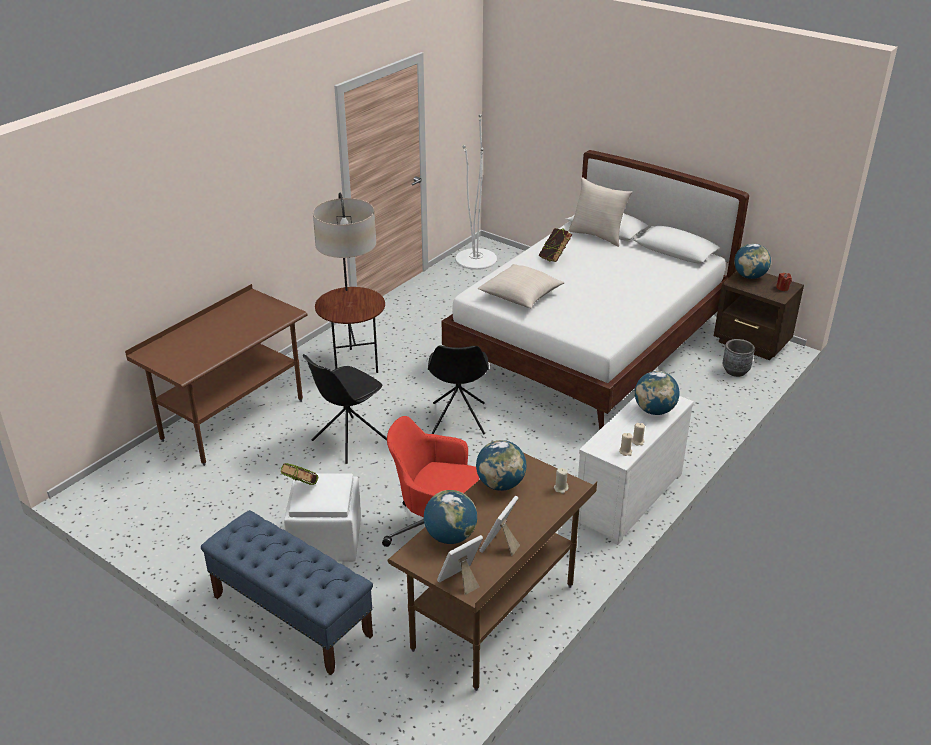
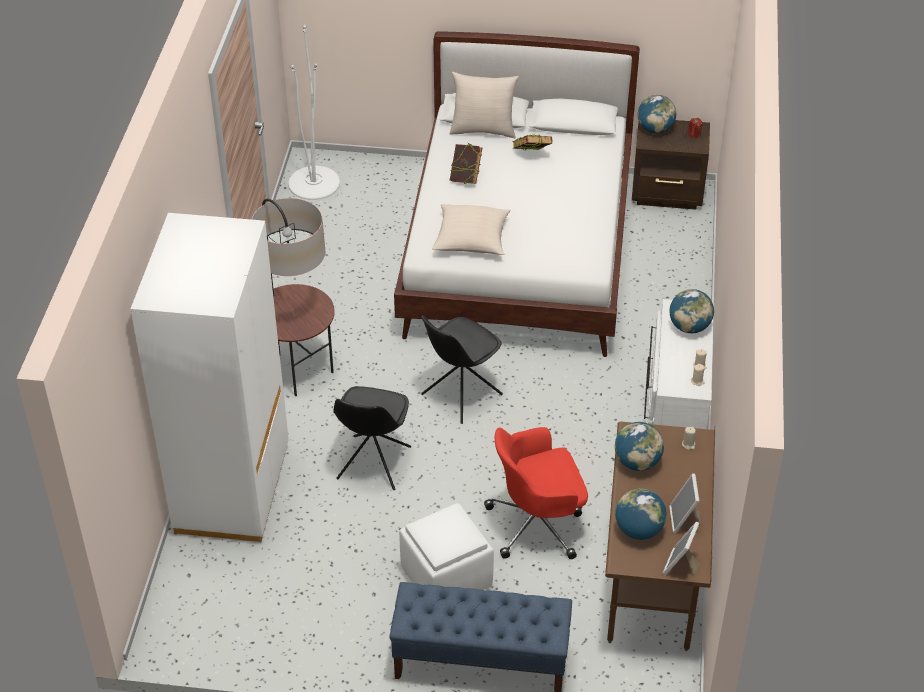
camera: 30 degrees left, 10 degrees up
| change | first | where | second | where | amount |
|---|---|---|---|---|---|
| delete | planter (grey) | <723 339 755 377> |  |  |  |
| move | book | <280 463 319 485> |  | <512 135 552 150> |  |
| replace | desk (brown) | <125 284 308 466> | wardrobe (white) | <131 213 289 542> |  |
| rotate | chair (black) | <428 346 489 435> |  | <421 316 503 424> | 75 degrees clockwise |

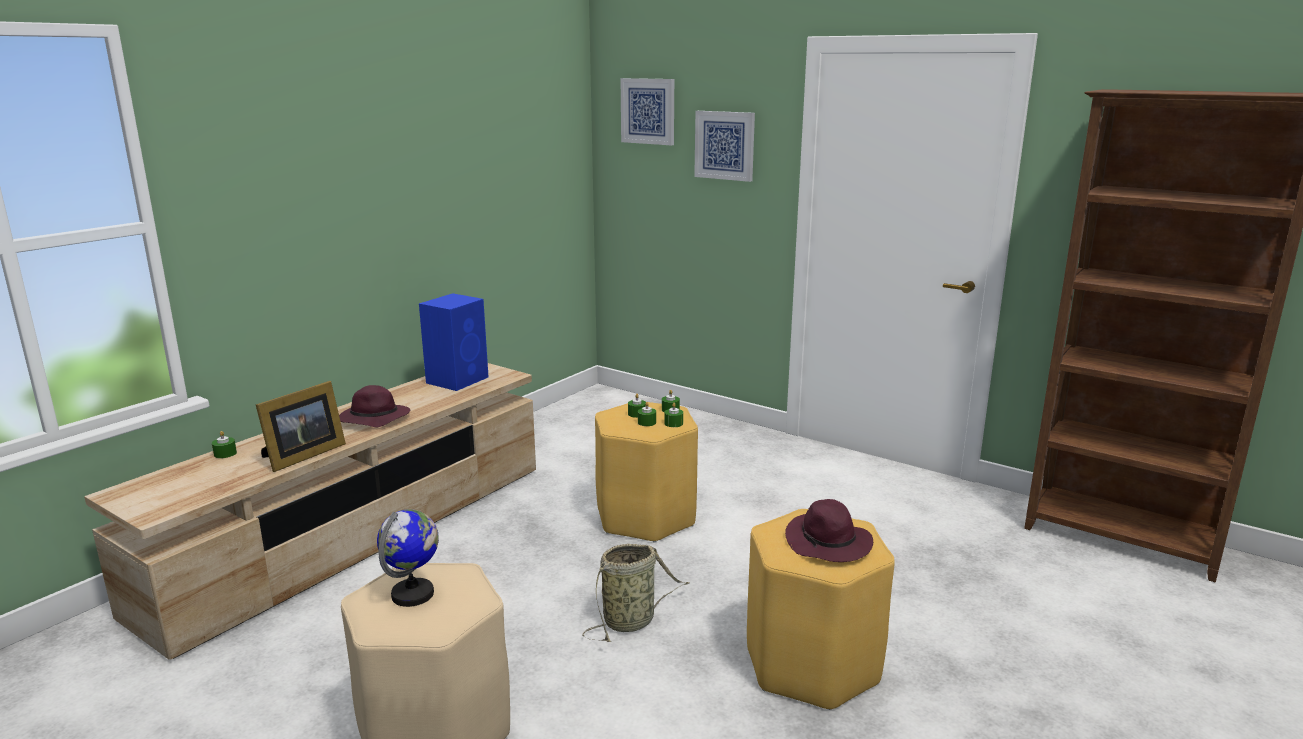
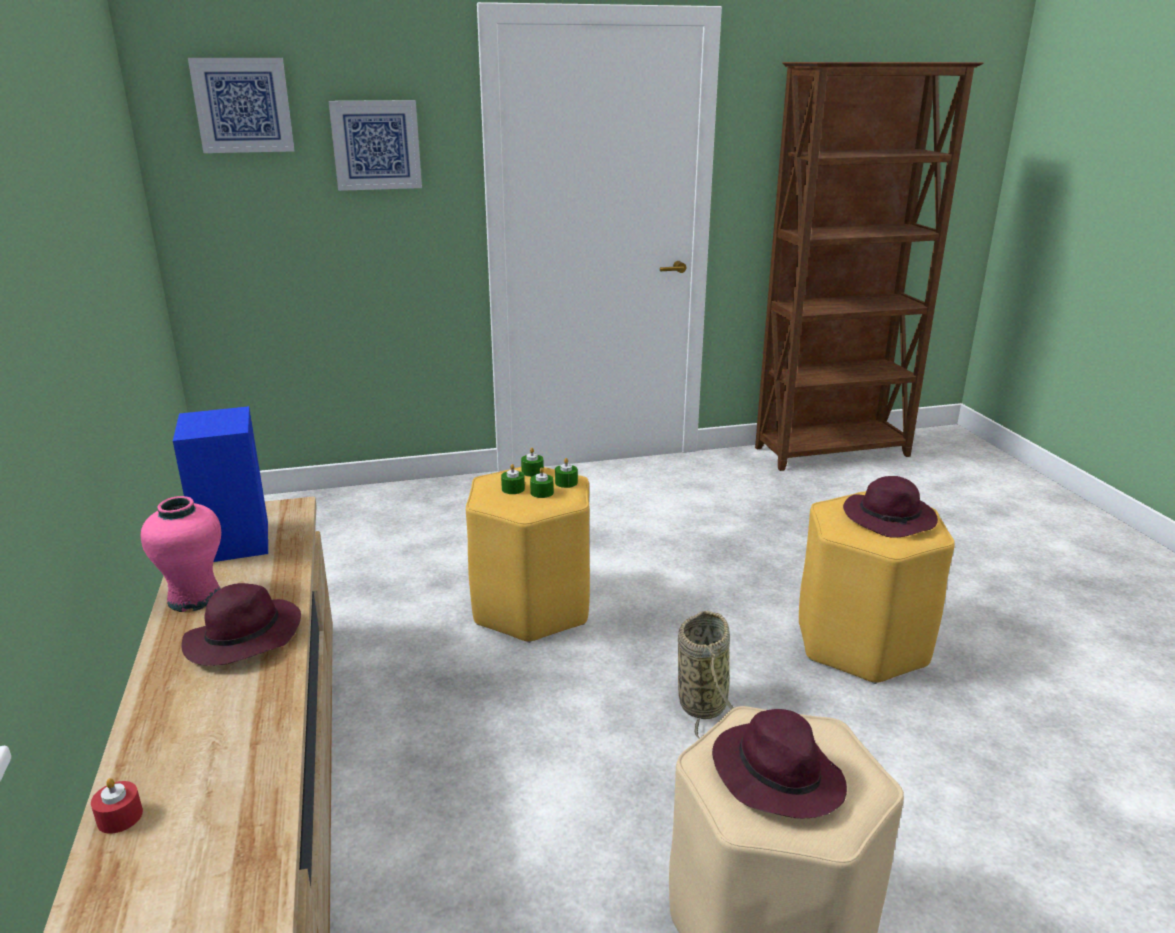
camera: 50 degrees left, 5 degrees up
| change | first | where | second | where | amount |
|---|---|---|---|---|---|
| delete | picture frame | <256 381 346 472> |  |  |  |
| insert |  |  | vase (pink) | <140 496 221 612> |  |
| replace | globe | <377 509 439 607> | hat (purple) | <712 709 847 819> |  |
| recolor | candle (green) | <212 431 237 458> | candle (red) | <91 778 143 834> |  |

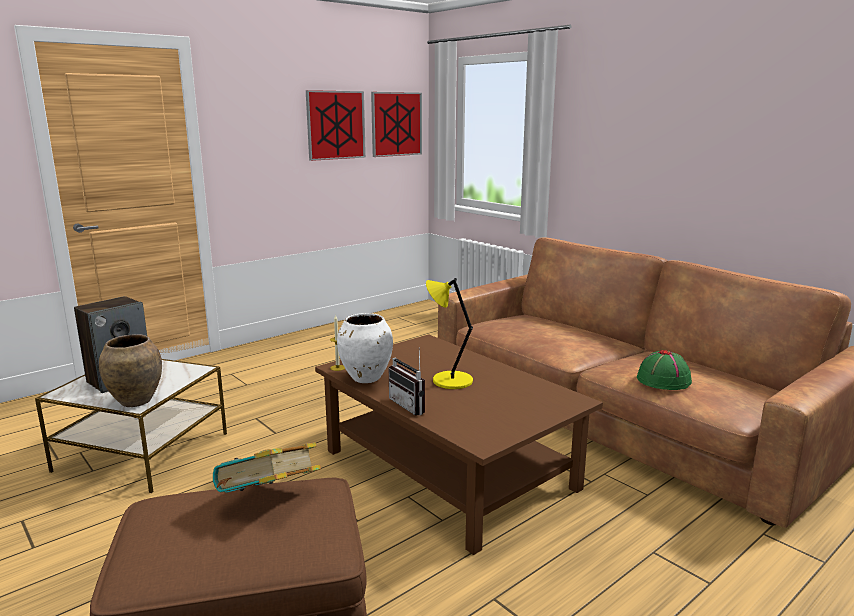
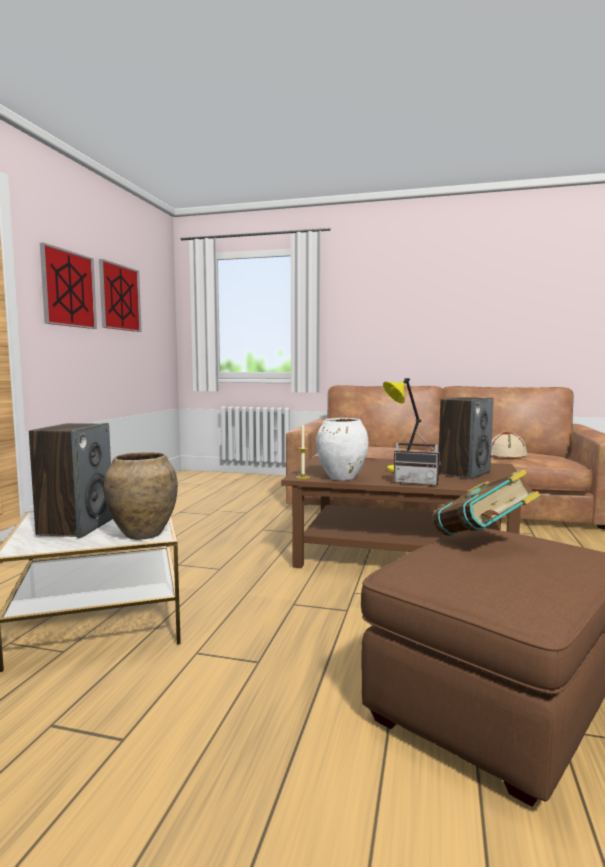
camera: 35 degrees left, 10 degrees down
| change | first | where | second | where | amount |
|---|---|---|---|---|---|
| insert |  |  | speaker | <439 397 494 479> |  |
| move | picture | <371 92 422 157> |  | <40 243 97 329> |  |
| recolor | hat (green) | <637 350 692 390> | hat (beige) | <491 432 528 457> |  |

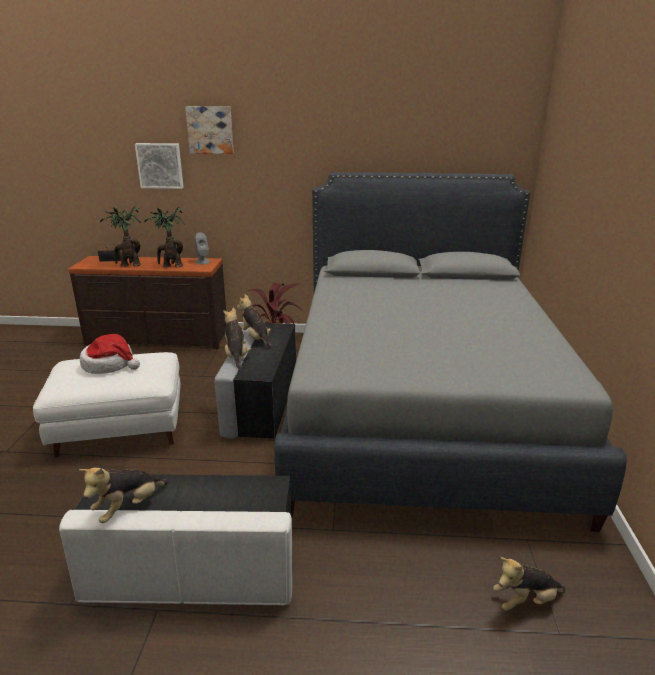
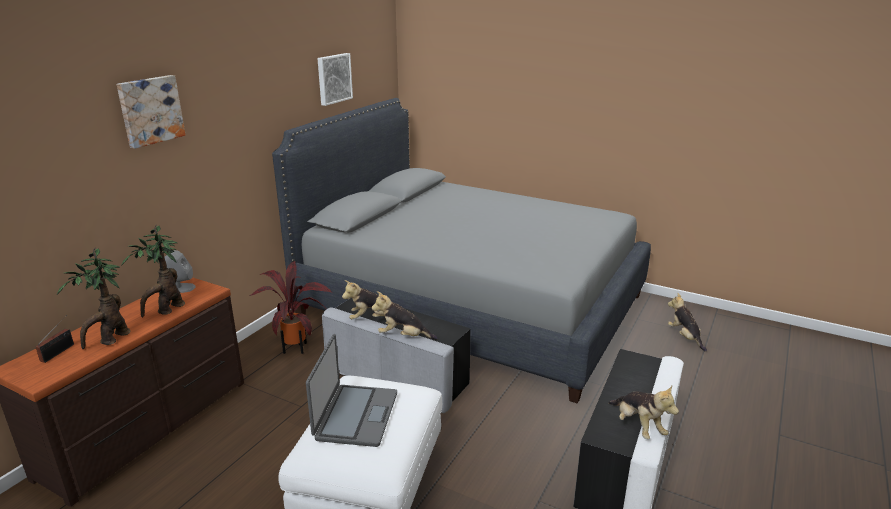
camera: 65 degrees left, 0 degrees up
| change | first | where | second | where | amount |
|---|---|---|---|---|---|
| move | picture | <135 143 184 189> |  | <317 53 353 106> |  |
| replace | hat | <80 334 140 374> | laptop | <306 334 397 447> |  |
| rotate | plush toy | <493 557 566 611> |  | <668 293 707 352> | 150 degrees clockwise |

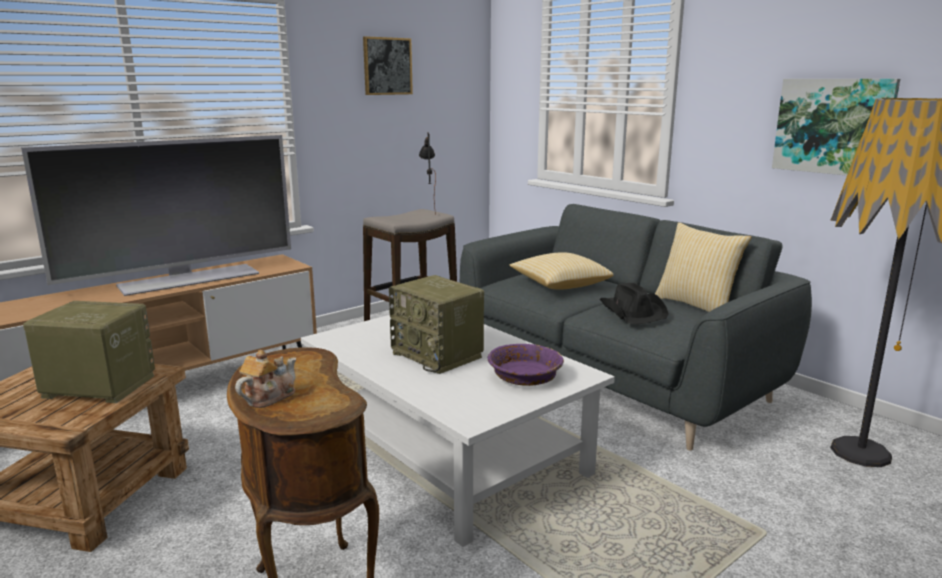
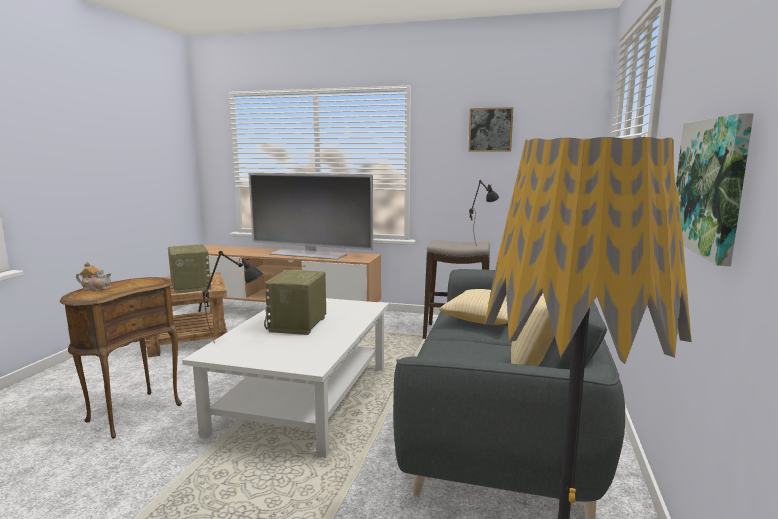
camera: 55 degrees right, 5 degrees down
| change | first | where | second | where | amount |
|---|---|---|---|---|---|
| delete | bowl (purple) | <488 344 564 386> |  |  |  |
| delete | hat (black) | <600 283 669 324> |  |  |  |
| insert |  |  | table lamp (black) | <202 251 263 343> |  |

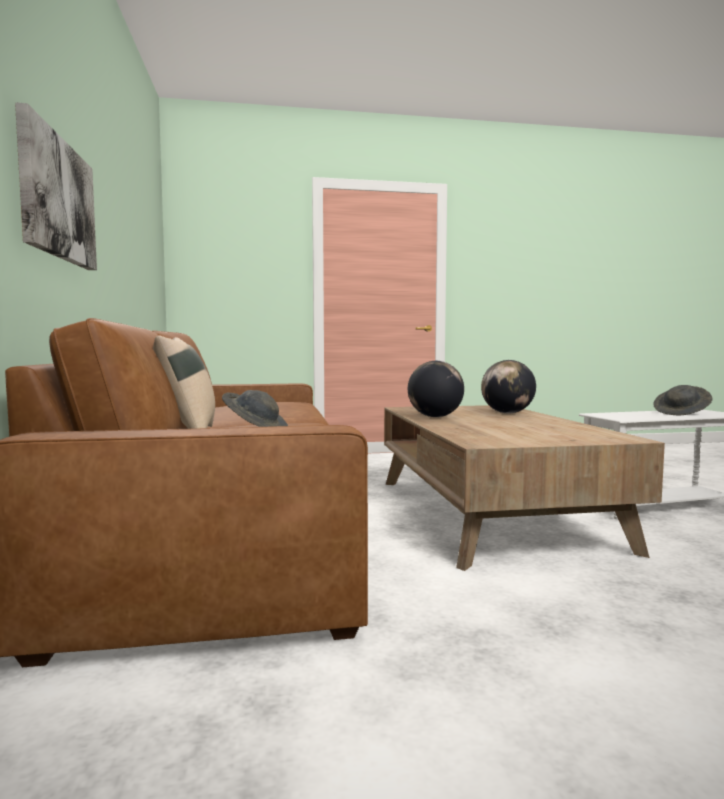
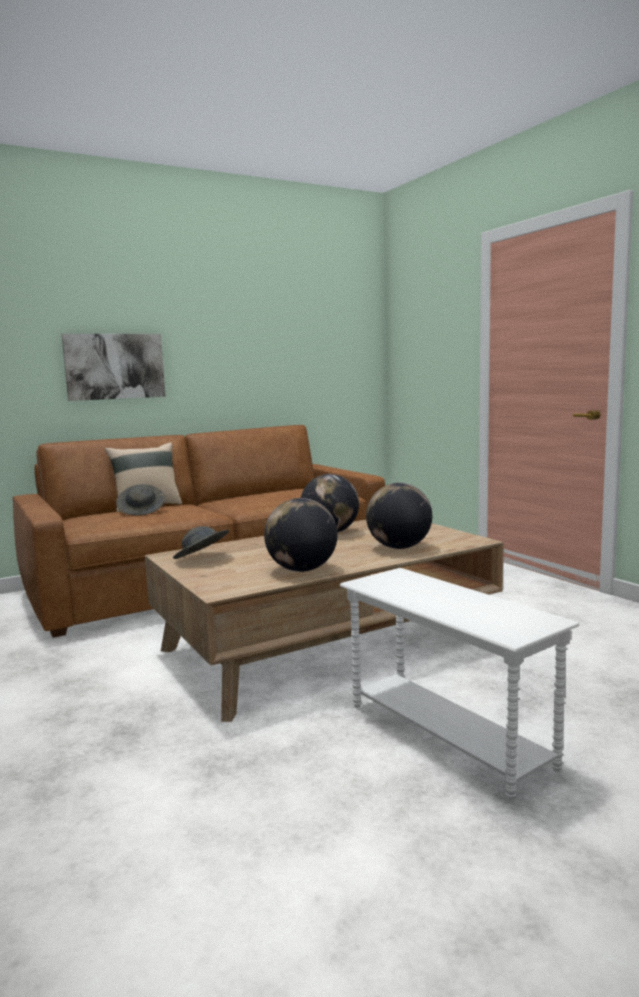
camera: 70 degrees right, 5 degrees up
| change | first | where | second | where | amount |
|---|---|---|---|---|---|
| insert |  |  | globe | <264 498 337 572> |  |
| move | hat (grey) | <653 385 713 415> |  | <173 526 229 559> |  |

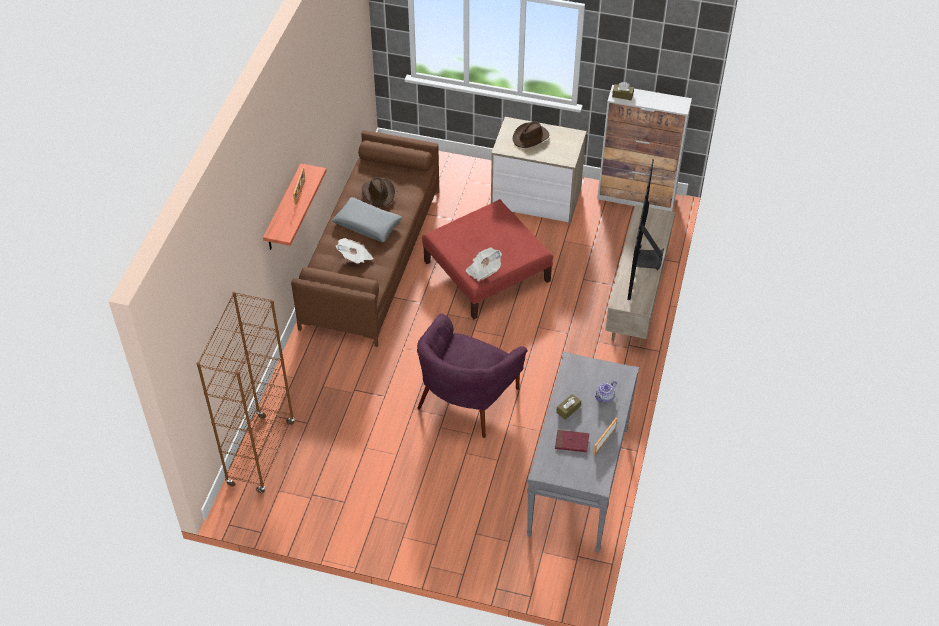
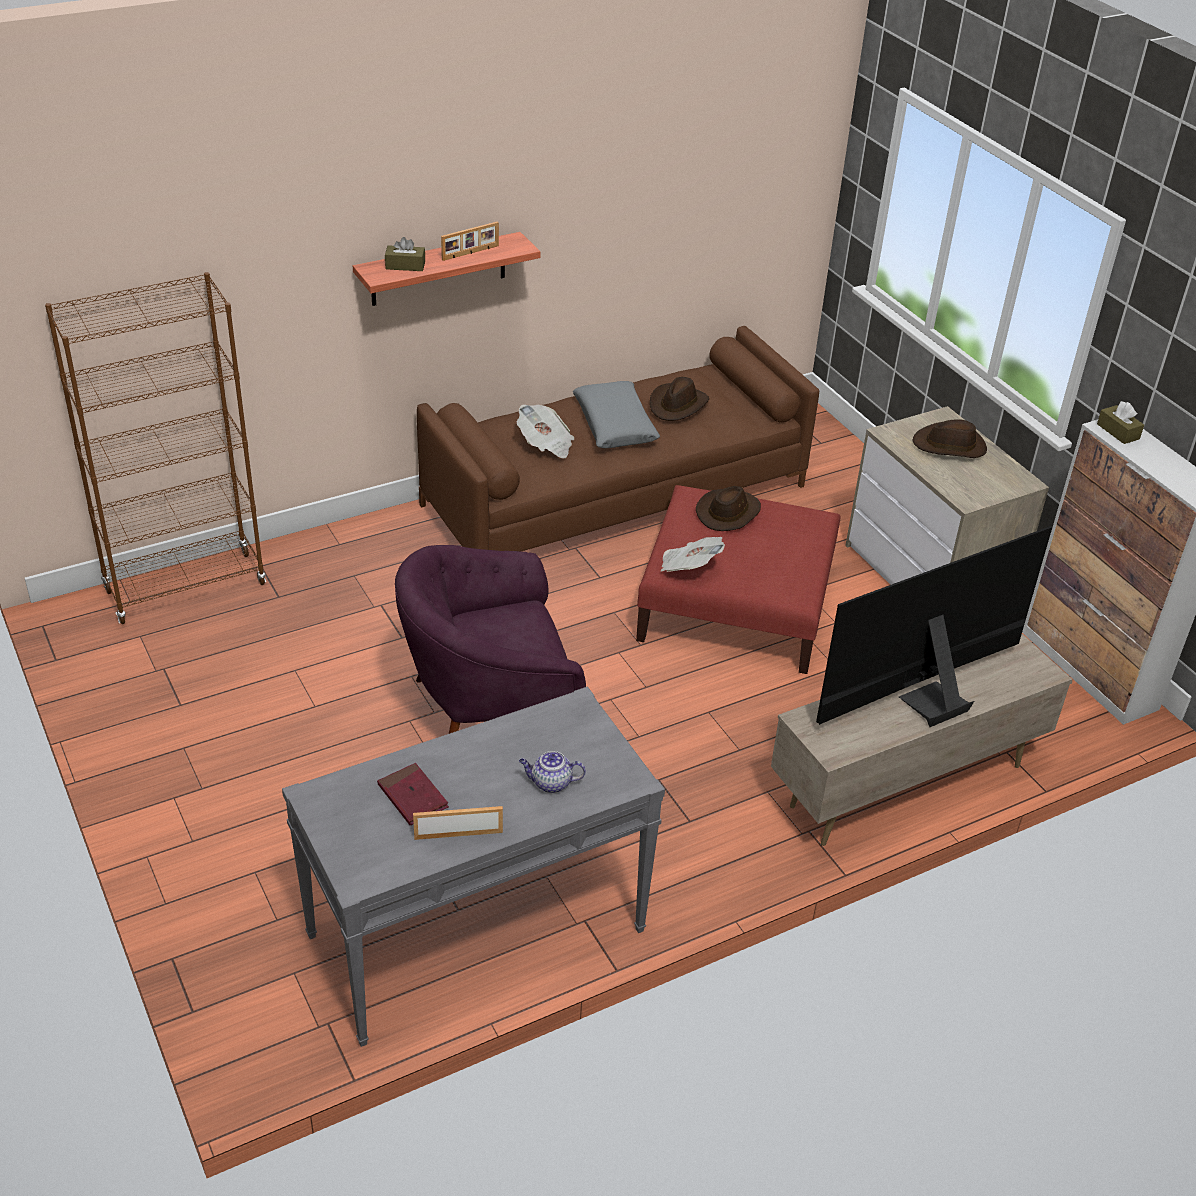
camera: 45 degrees right, 10 degrees down
| change | first | where | second | where | amount |
|---|---|---|---|---|---|
| insert |  |  | hat (brown) | <696 486 761 531> |  |
| move | tissue box (brown) | <556 394 581 420> |  | <385 237 425 271> |  |

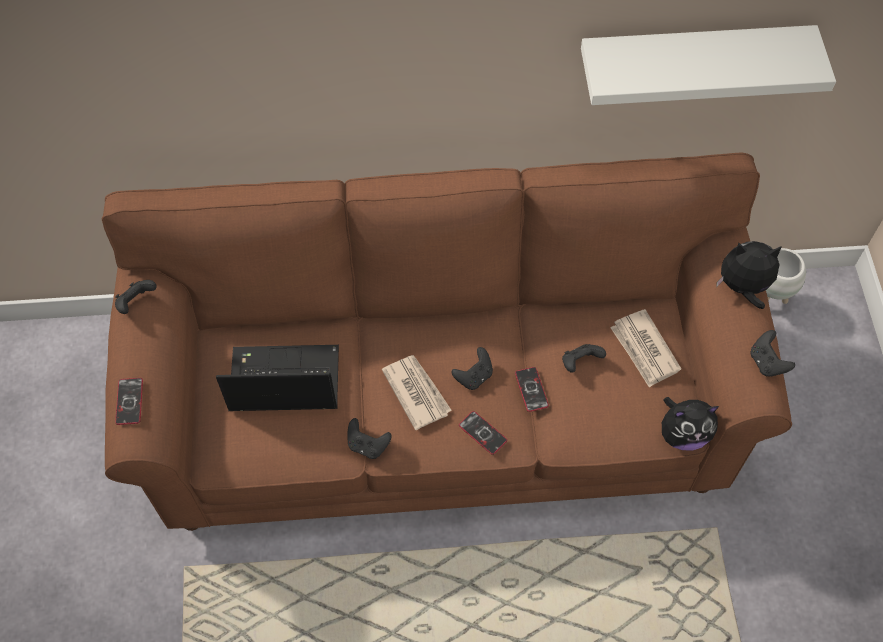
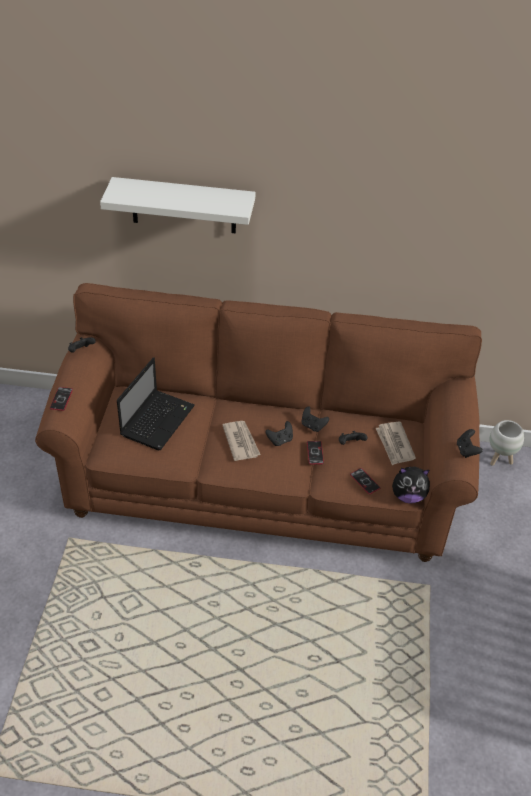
camera: 10 degrees right, 15 degrees down
| change | first | where | second | where | amount |
|---|---|---|---|---|---|
| delete | plush toy | <716 241 782 309> |  |  |  |
| move | game controller (black) | <347 418 392 459> |  | <302 406 329 432> |  |
| move | phone | <459 411 507 455> |  | <350 468 380 494> |  |
| move | shelf (white) | <581 25 836 105> |  | <100 177 255 233> |  |
| rotate | laptop | <216 345 339 411> |  | <117 357 195 450> | 105 degrees clockwise |

